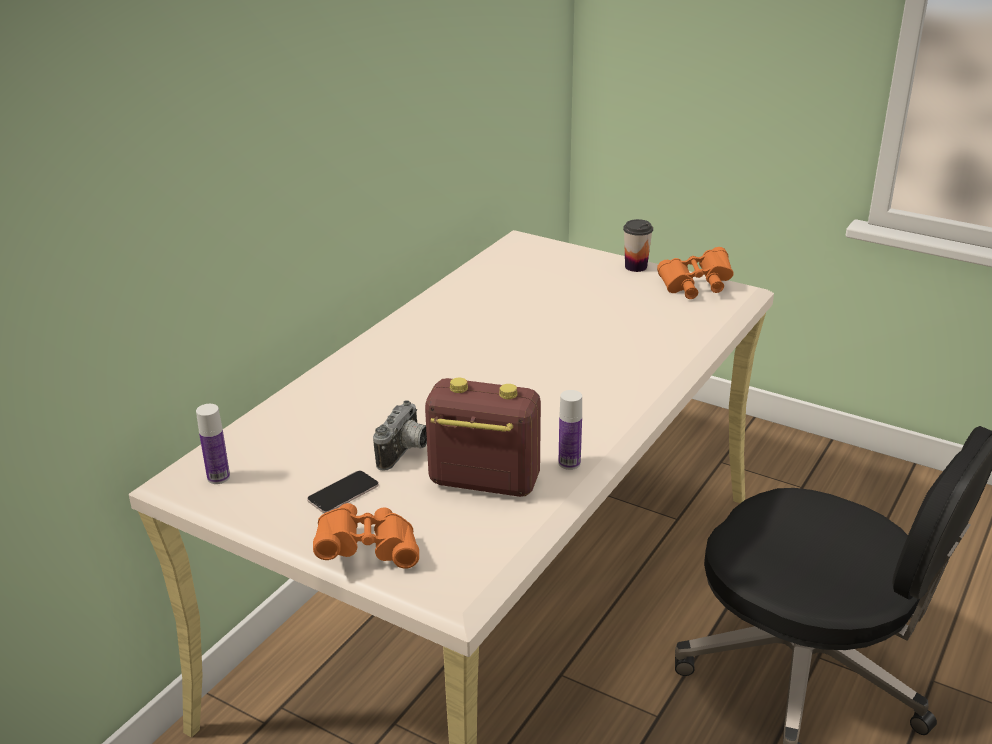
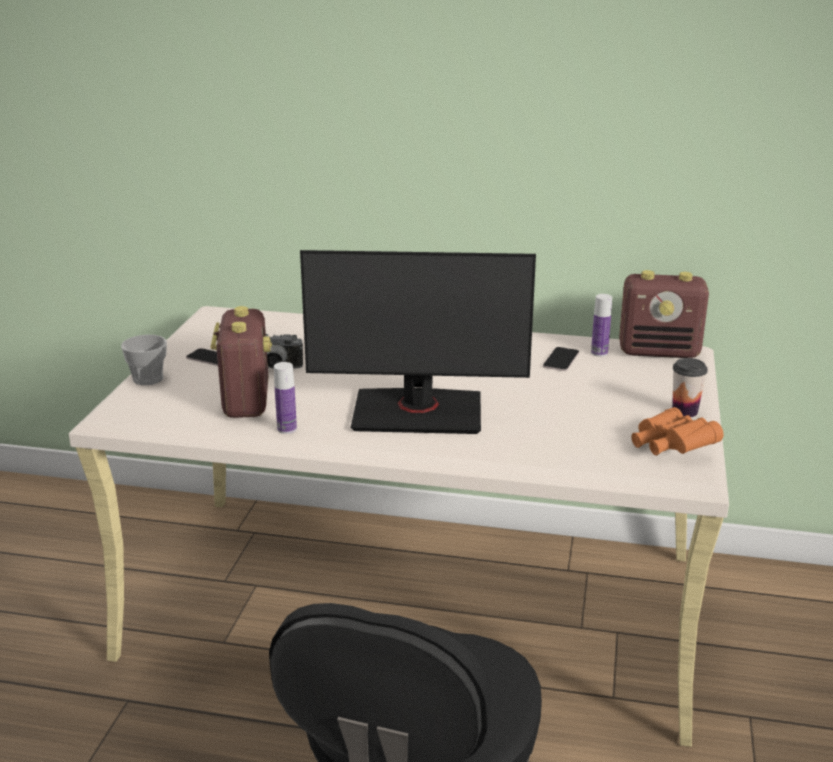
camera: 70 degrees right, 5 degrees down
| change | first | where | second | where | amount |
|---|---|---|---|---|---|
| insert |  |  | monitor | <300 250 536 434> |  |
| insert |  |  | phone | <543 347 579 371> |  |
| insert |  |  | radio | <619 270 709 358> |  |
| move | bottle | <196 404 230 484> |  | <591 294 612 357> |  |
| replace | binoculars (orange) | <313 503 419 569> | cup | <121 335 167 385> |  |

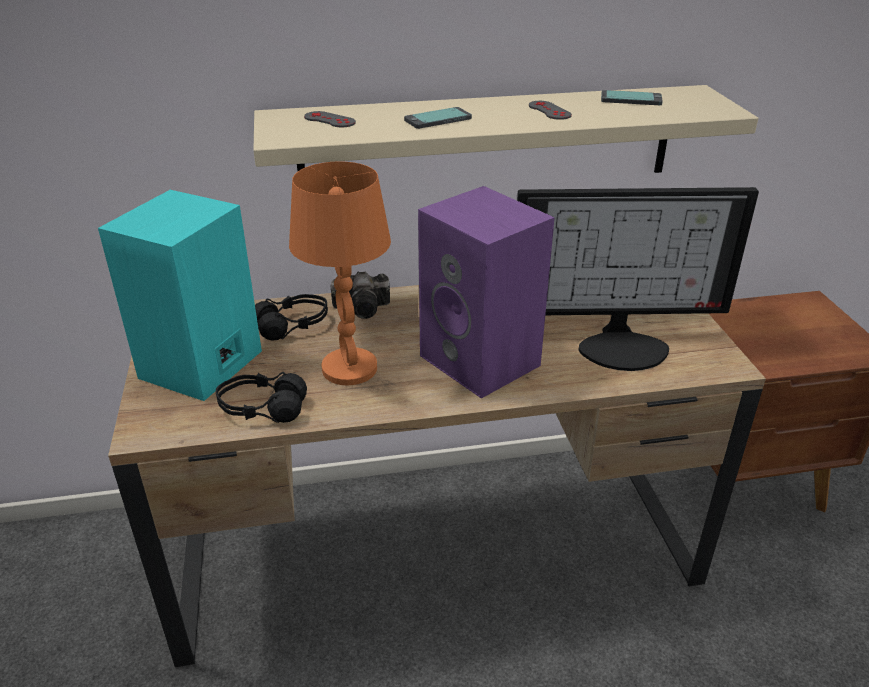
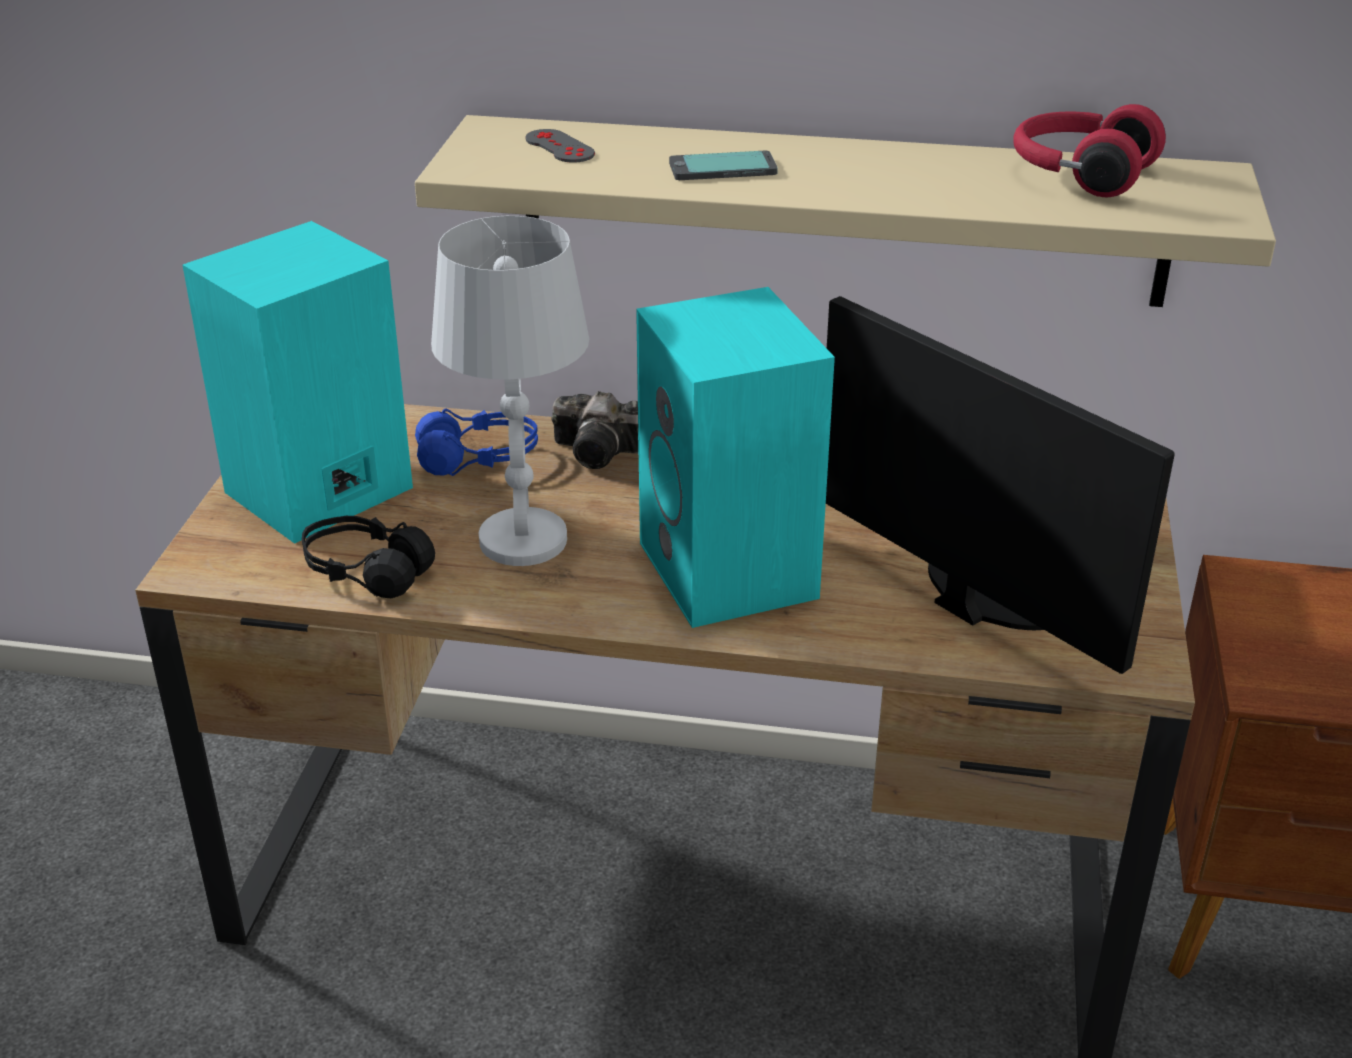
camera: 20 degrees right, 0 degrees up
| change | first | where | second | where | amount |
|---|---|---|---|---|---|
| delete | game controller (grey) | <529 101 572 120> |  |  |  |
| replace | phone | <601 90 663 105> | headphones (red) | <1013 104 1166 197> |  |
| recolor | headphones (black) | <255 294 328 341> | headphones (blue) | <415 408 538 476> |  |
| recolor | table lamp (orange) | <289 161 391 385> | table lamp (white) | <431 216 589 566> |  |
| recolor | speaker (purple) | <418 186 555 399> | speaker (turquoise) | <636 287 835 628> |  |
| rotate | monitor | <517 187 759 371> |  | <826 296 1175 674> | 150 degrees counterclockwise |

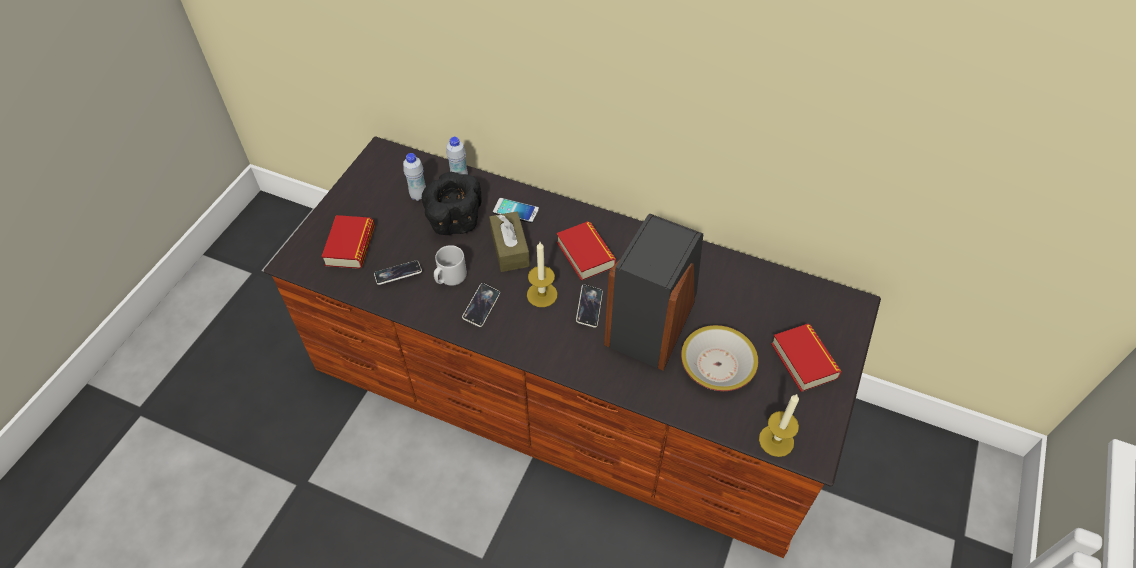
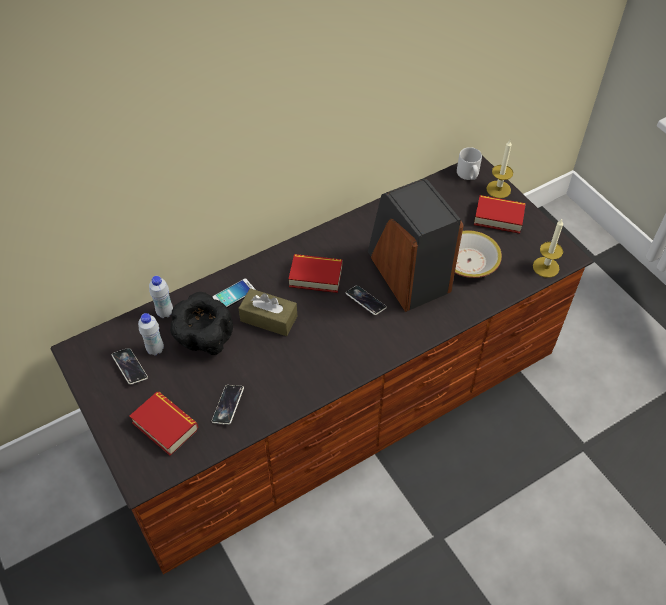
camera: 55 degrees left, 0 degrees up
| change | first | where | second | where | amount |
|---|---|---|---|---|---|
| move | mug (grey) | <434 245 467 286> |  | <457 147 482 180> |  |
| move | phone | <462 283 500 327> |  | <112 348 148 385> |  |
| move | candle | <527 242 558 307> |  | <486 140 513 198> |  |

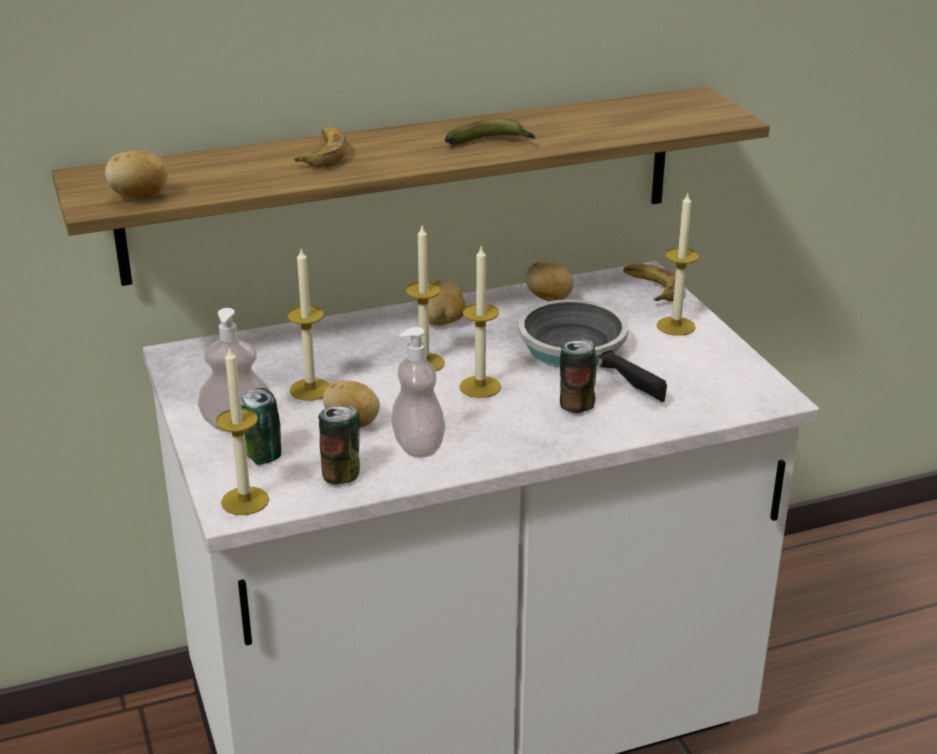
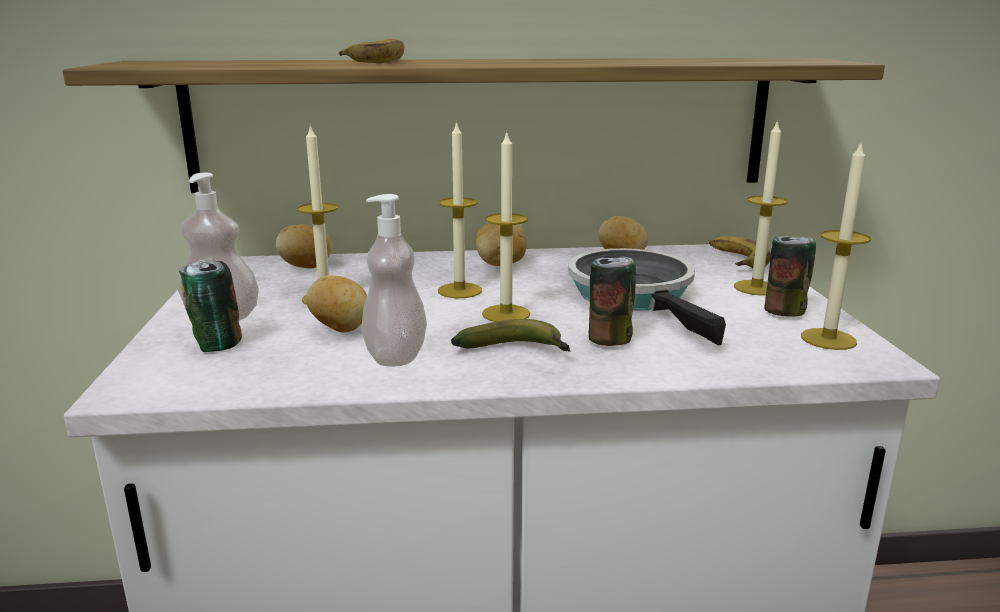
camera: 15 degrees right, 10 degrees down
| change | first | where | second | where | amount |
|---|---|---|---|---|---|
| move | potato | <105 150 168 198> |  | <276 224 332 268> |  |
| move | candle | <216 346 269 515> |  | <801 140 871 350> |  |
| move | can | <318 406 360 484> |  | <765 236 816 316> |  |
| move | banana | <445 118 536 145> |  | <451 319 571 352> |  |

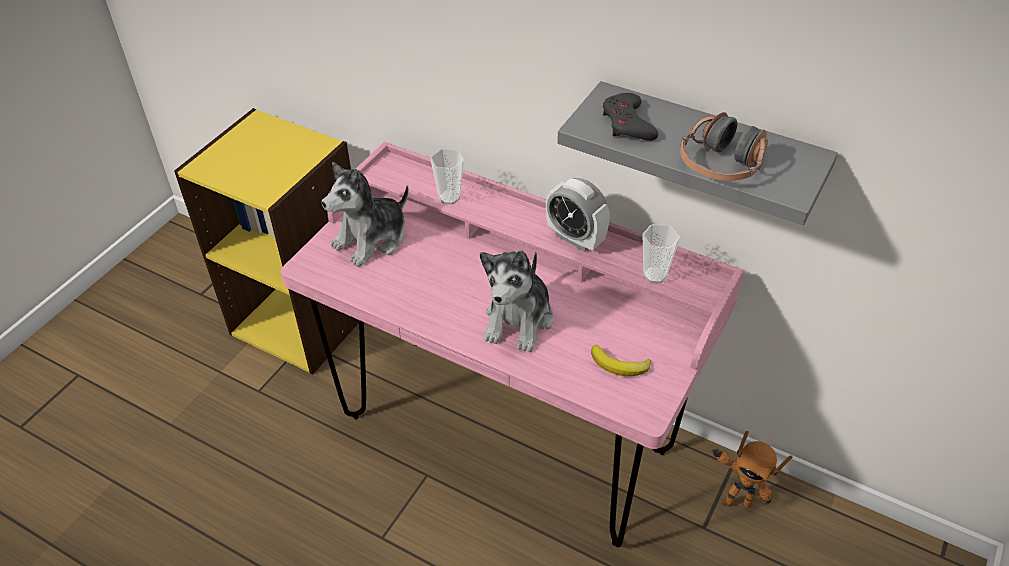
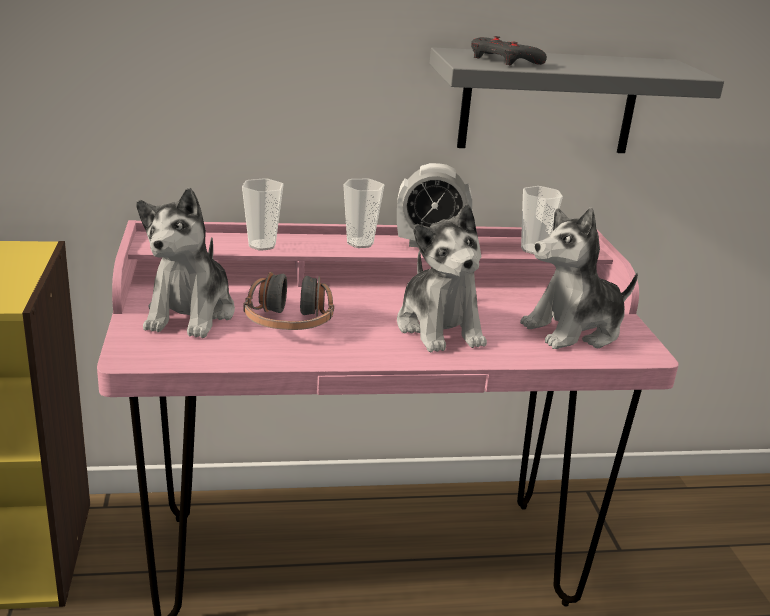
camera: 40 degrees left, 20 degrees down
| change | first | where | second | where | amount |
|---|---|---|---|---|---|
| delete | toy robot | <711 431 793 508> |  |  |  |
| insert |  |  | cup | <343 179 384 248> |  |
| move | headphones | <680 112 768 181> |  | <243 272 334 330> |  |
| replace | banana | <591 345 651 376> | plush toy | <520 208 638 349> |  |

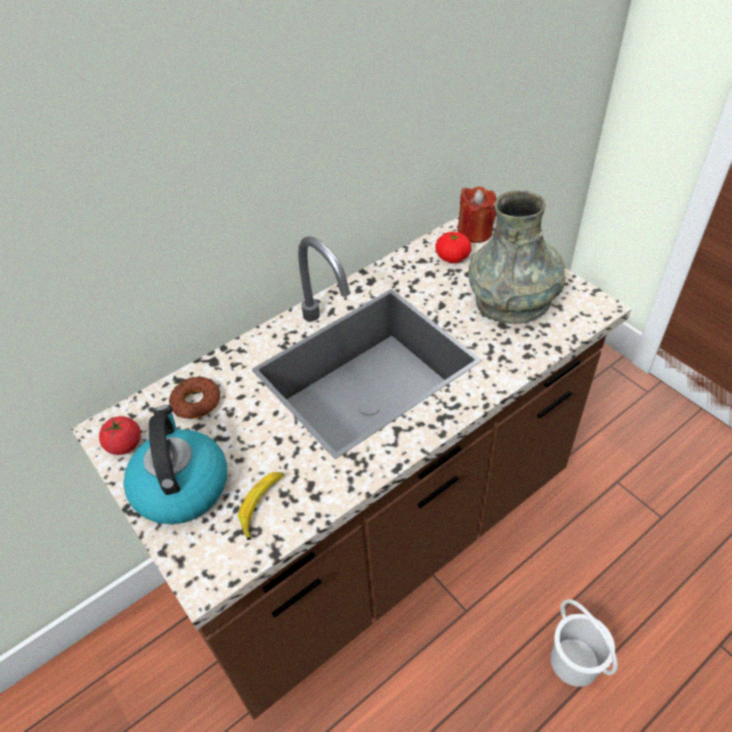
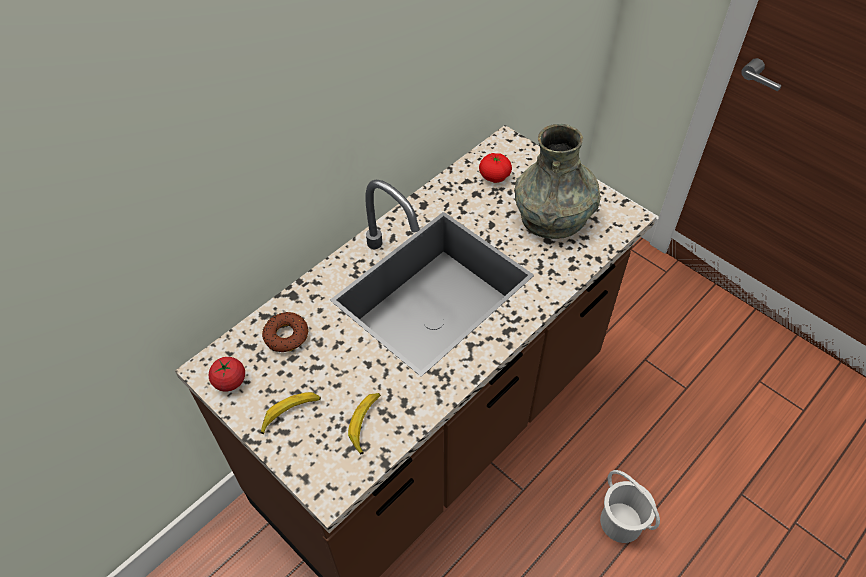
camera: 10 degrees left, 5 degrees up
| change | first | where | second | where | amount |
|---|---|---|---|---|---|
| delete | candle (red) | <457 186 496 243> |  |  |  |
| replace | kettle | <124 405 227 524> | banana | <260 392 321 434> |  |

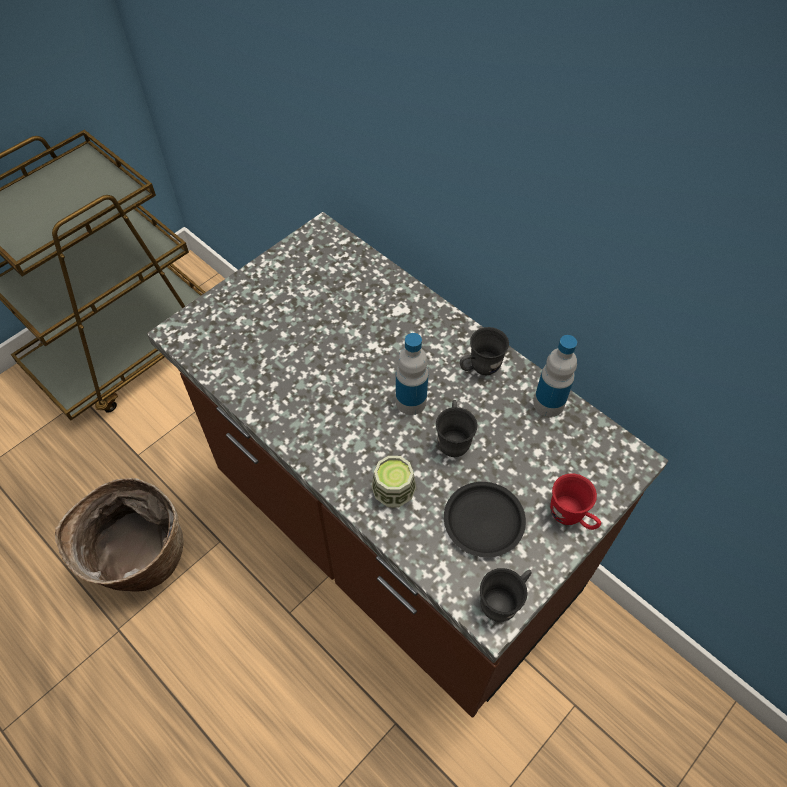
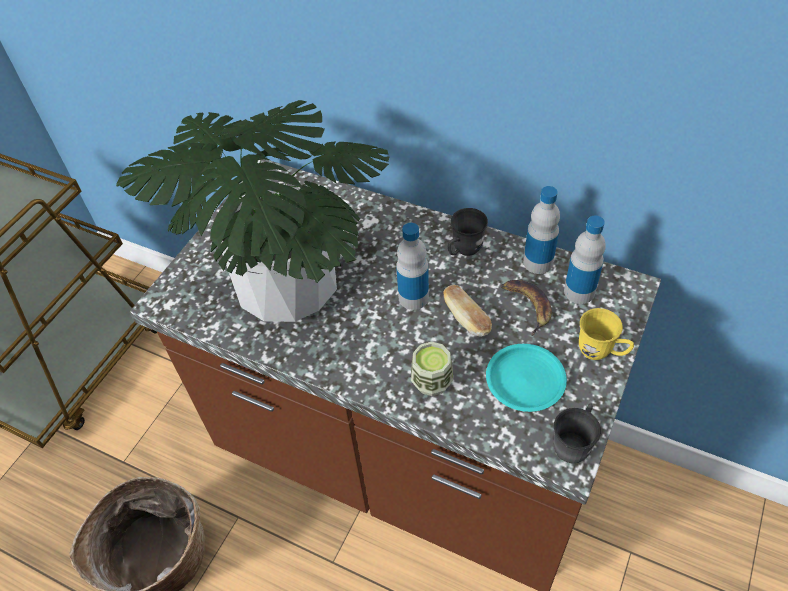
camera: 15 degrees left, 5 degrees down
| change | first | where | second | where | amount |
|---|---|---|---|---|---|
| insert |  |  | potted plant | <116 100 389 322> |  |
| insert |  |  | banana | <501 280 552 336> |  |
| insert |  |  | bottle | <564 216 606 304> |  |
| replace | mug (grey) | <436 400 477 457> | bread | <444 285 492 337> |  |
| recolor | plate (black) | <444 482 526 557> | plate (turquoise) | <486 344 567 412> |  |
| recolor | mug (red) | <550 473 601 530> | mug (yellow) | <579 308 634 360> |  |

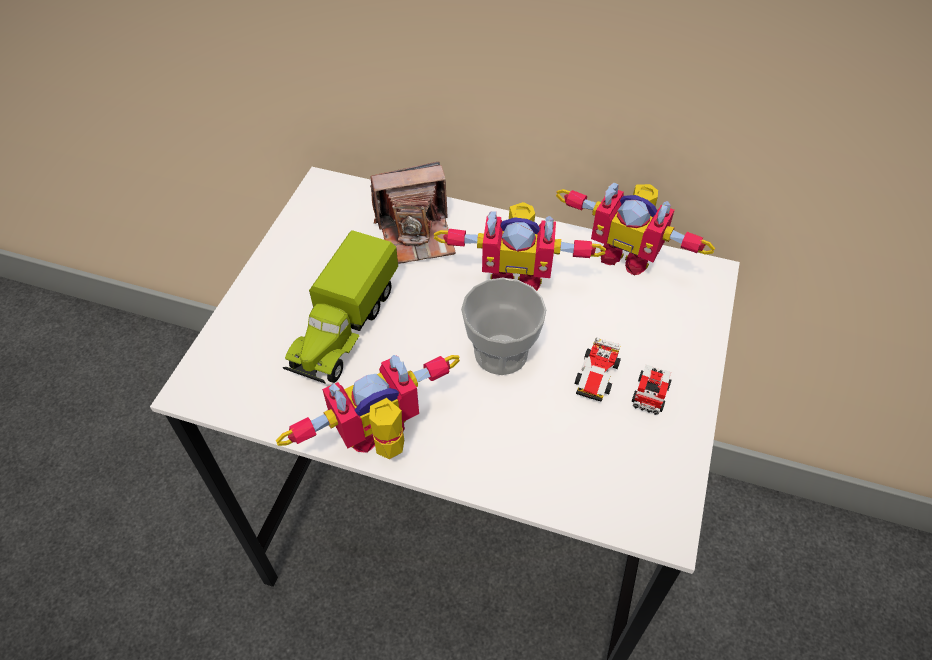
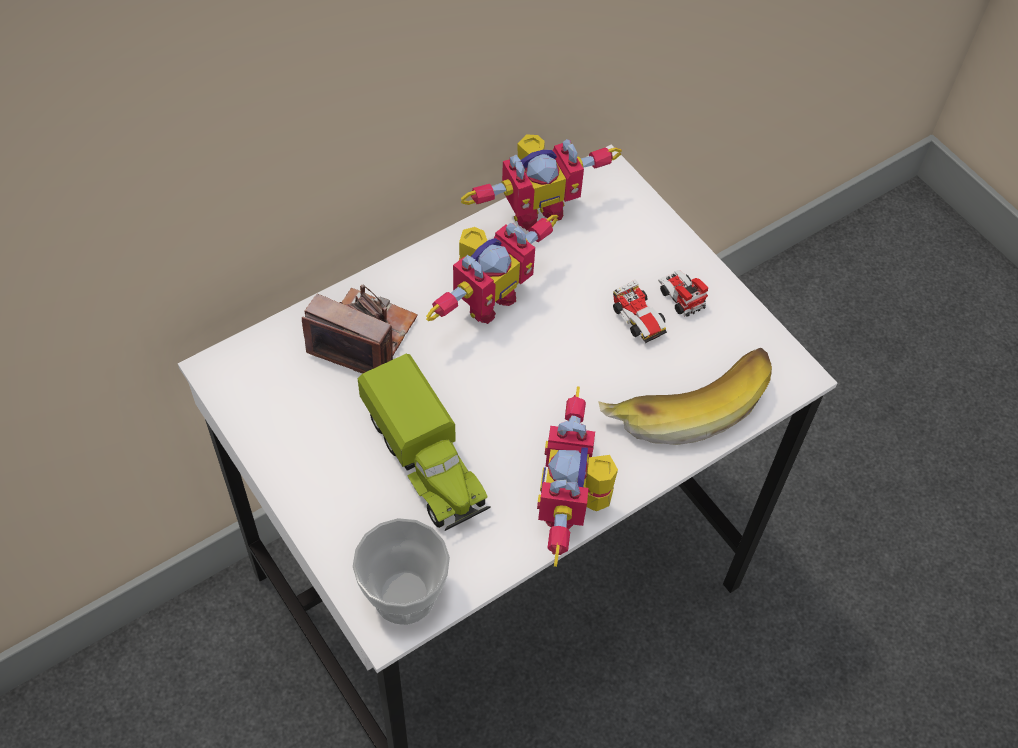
camera: 55 degrees left, 5 degrees up
| change | first | where | second | where | amount |
|---|---|---|---|---|---|
| insert |  |  | banana | <598 347 772 445> |  |
| move | cup | <461 278 546 375> |  | <352 518 450 625> |  |
| rotate | photo camera | <370 162 456 264> |  | <302 284 418 373> | 90 degrees counterclockwise |

